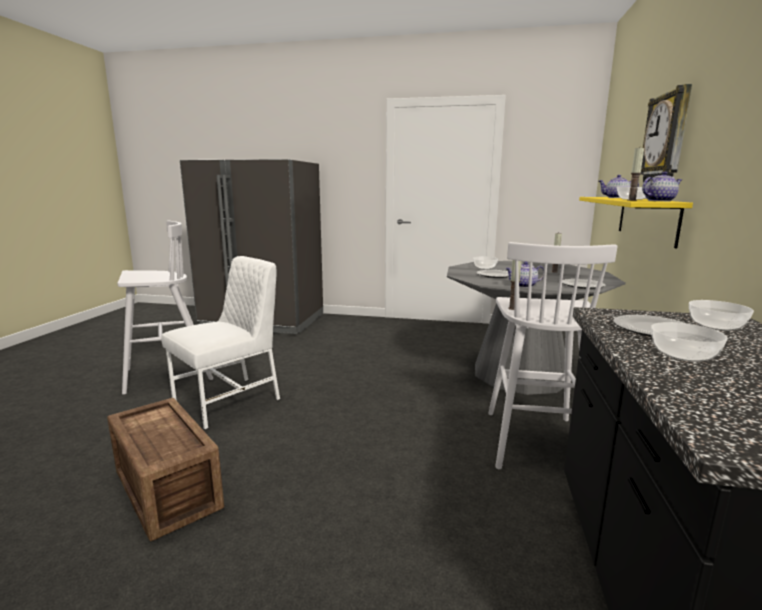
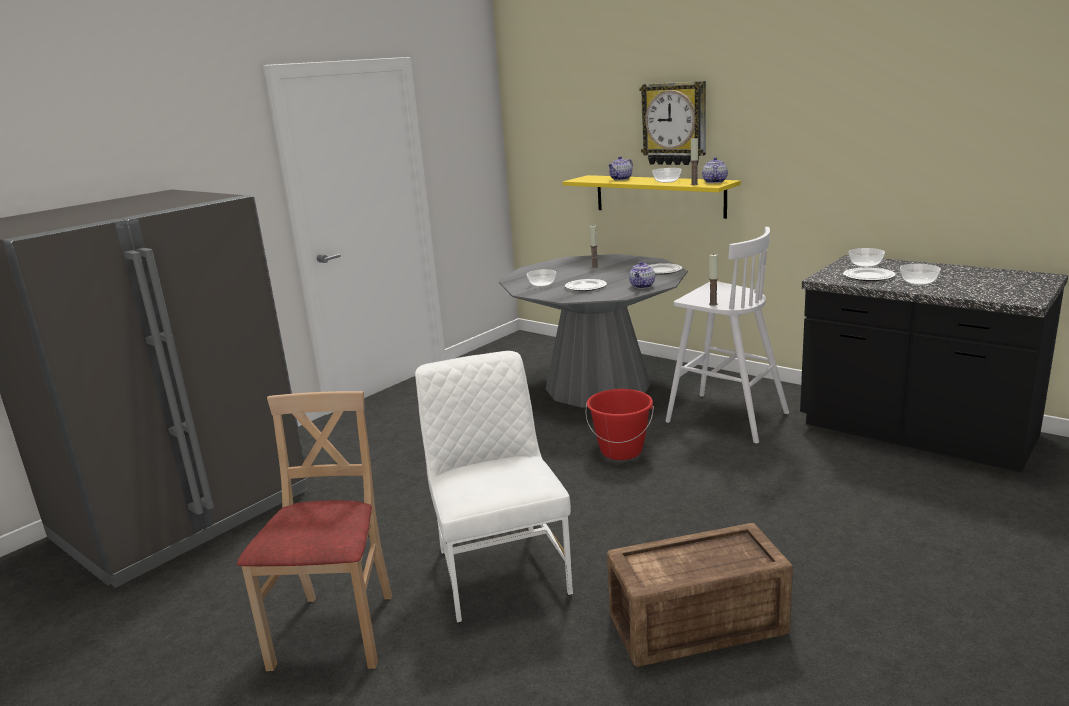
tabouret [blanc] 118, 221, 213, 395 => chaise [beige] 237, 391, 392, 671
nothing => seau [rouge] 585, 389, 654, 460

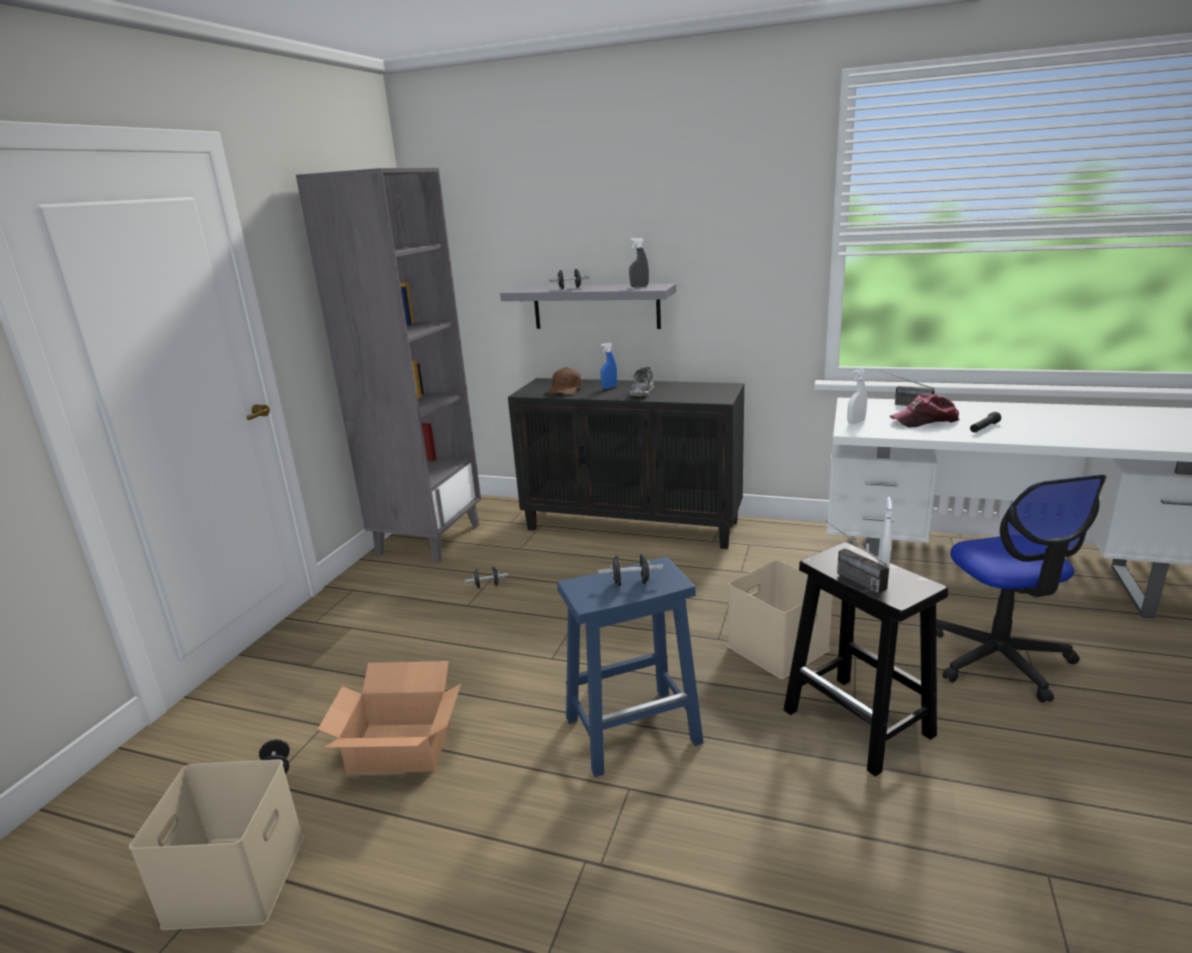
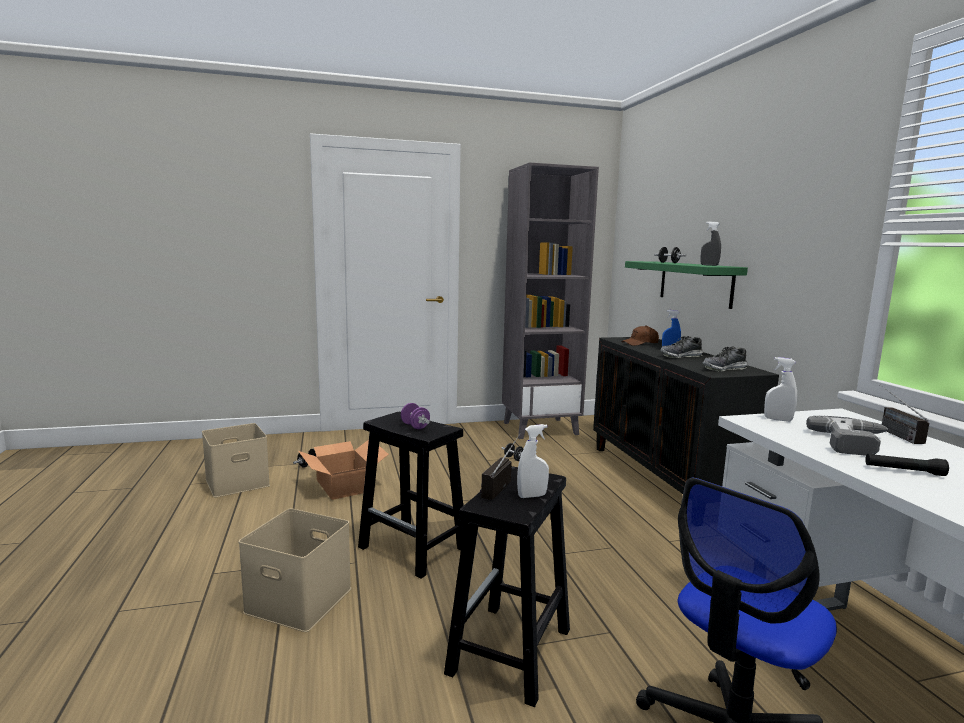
boîte de rangement [beige] 727, 560, 833, 679 => boîte de rangement [beige] 238, 508, 351, 632, shifted
tabouret [bleu] 557, 557, 703, 777 => tabouret [noir] 358, 412, 465, 579
haltère [noir] 598, 554, 663, 586 => haltère [violet] 401, 403, 430, 429
étagère [gris] 500, 283, 676, 329 => étagère [vert] 625, 261, 748, 309
nothing => chaussure 703, 346, 748, 371
casquette 890, 394, 960, 427 => perceuse 806, 416, 888, 456

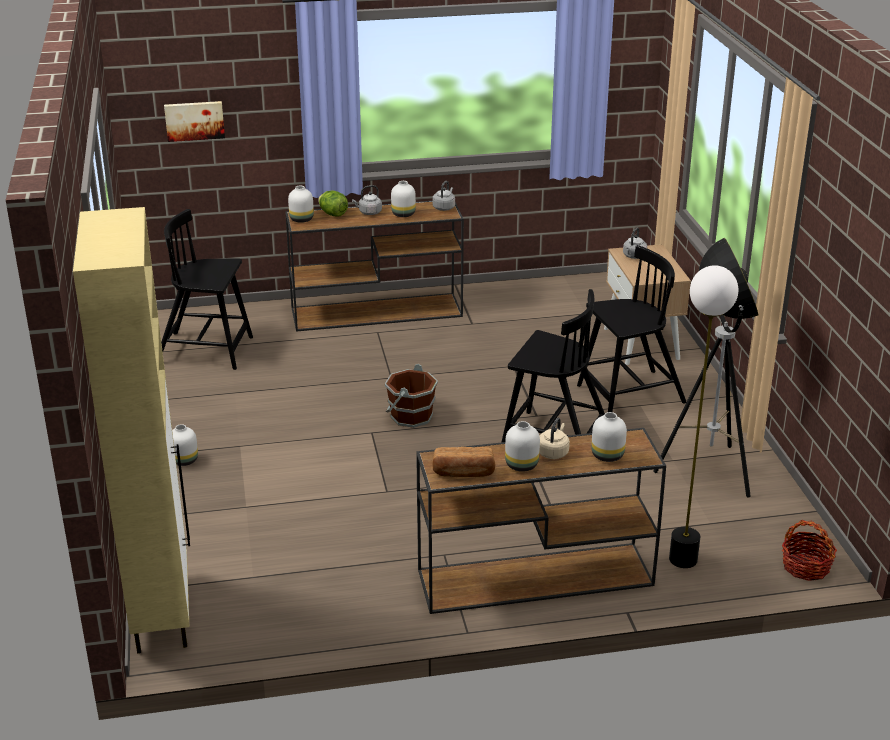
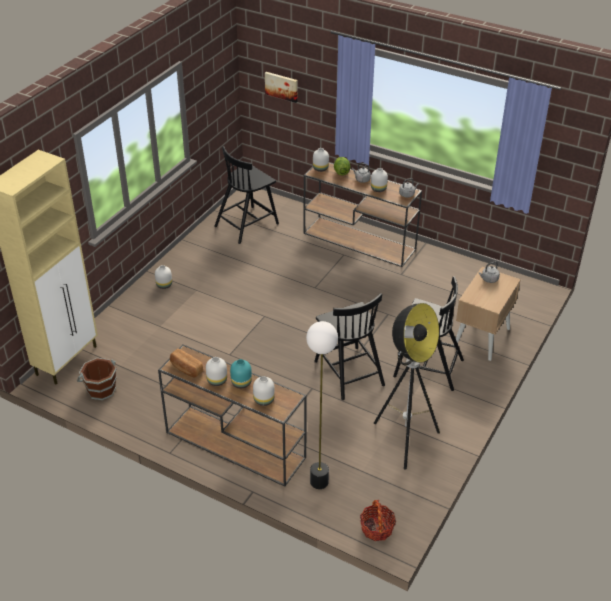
seau [marron] 385, 364, 438, 428 => seau [marron] 77, 358, 117, 400, shifted
chaise [noir] 161, 209, 253, 370 => chaise [noir] 214, 146, 279, 244, 90 degrees counterclockwise
bouilloire [beige] 539, 418, 570, 459 => vase [turquoise] 230, 359, 252, 388

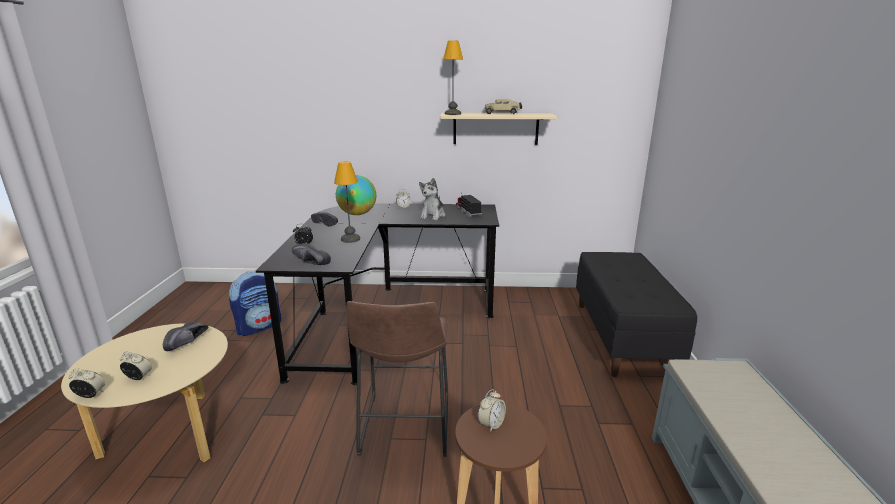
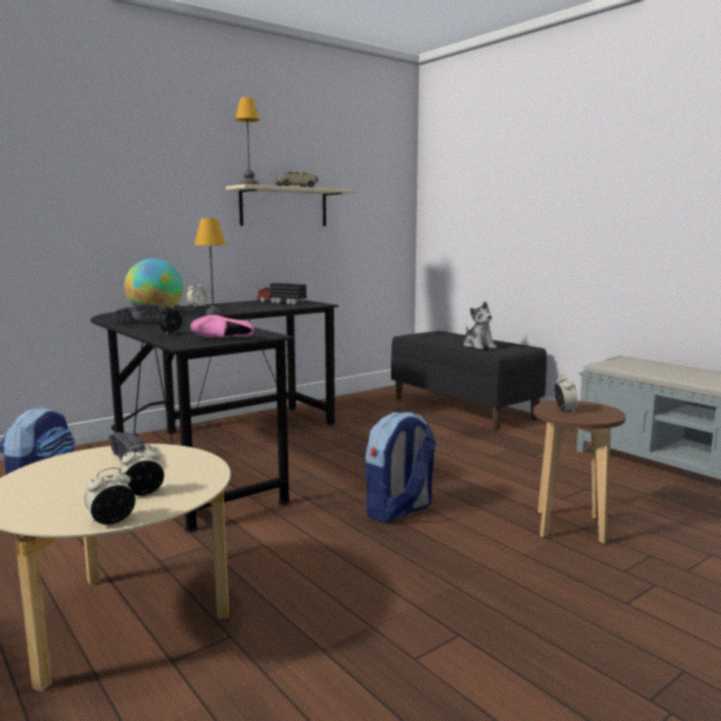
chaussure [noir] 292, 243, 331, 265 => chaussure [rose] 190, 315, 254, 337
tabouret [marron] 346, 301, 448, 457 => sac à dos 365, 412, 436, 522
peluche 419, 178, 446, 220 => peluche 464, 301, 496, 350, shifted

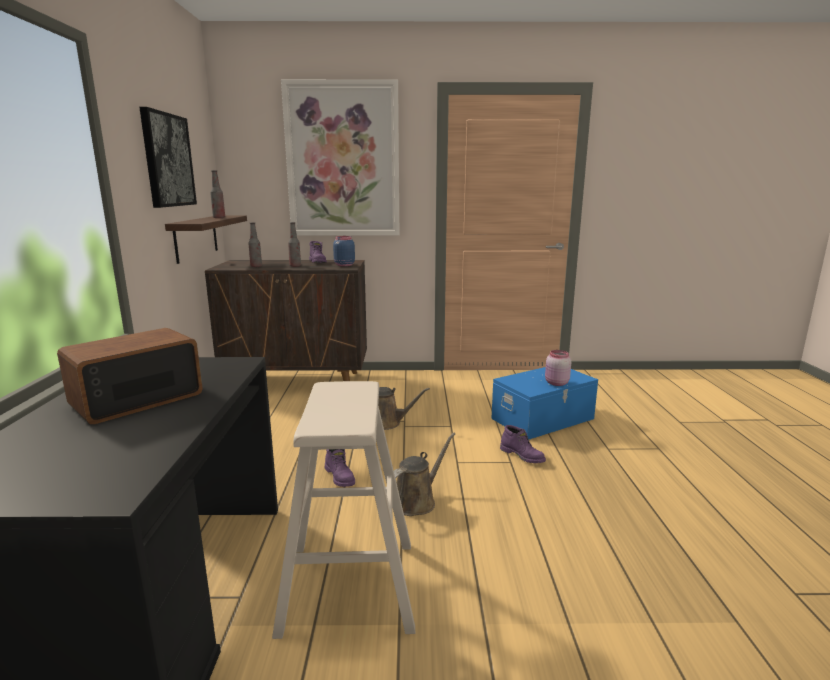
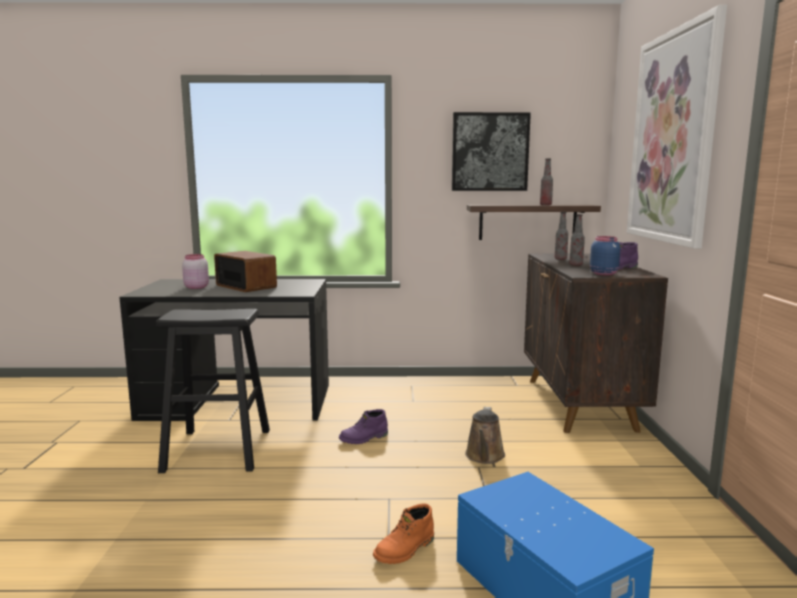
tabouret [beige] 272, 381, 416, 639 => tabouret [noir] 156, 309, 270, 473
bocal [rose] 545, 350, 571, 386 => bocal [rose] 182, 254, 209, 289, shifted
botte [violet] 500, 425, 546, 463 => botte [orange] 373, 504, 434, 564
arrosoir [marron] 394, 433, 455, 516 => nothing

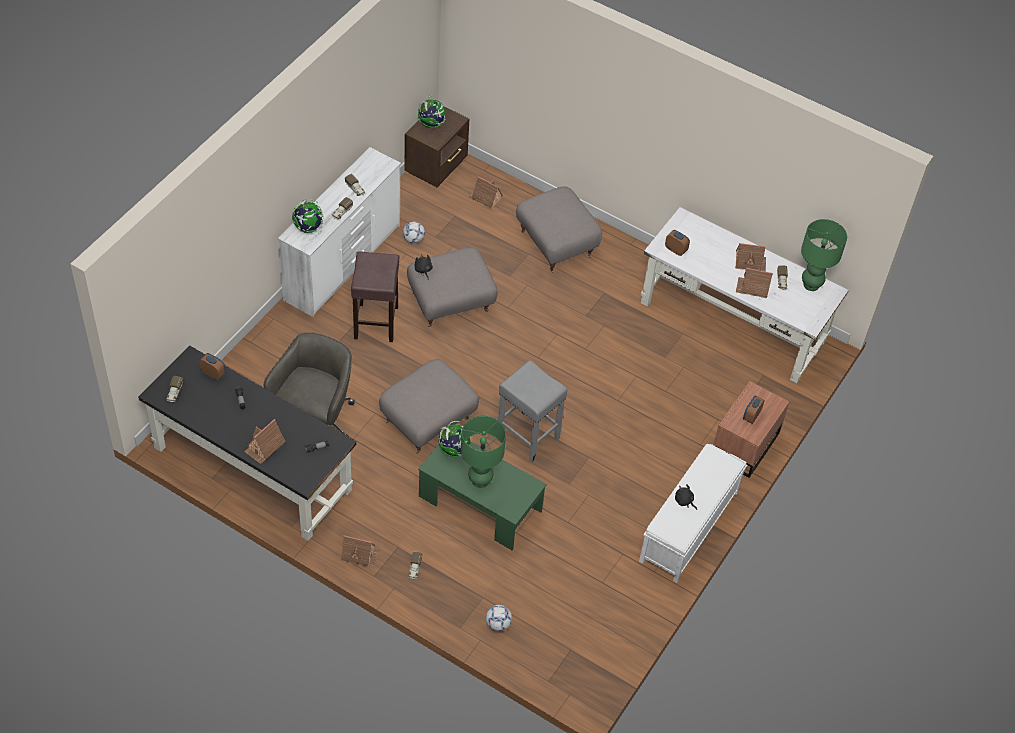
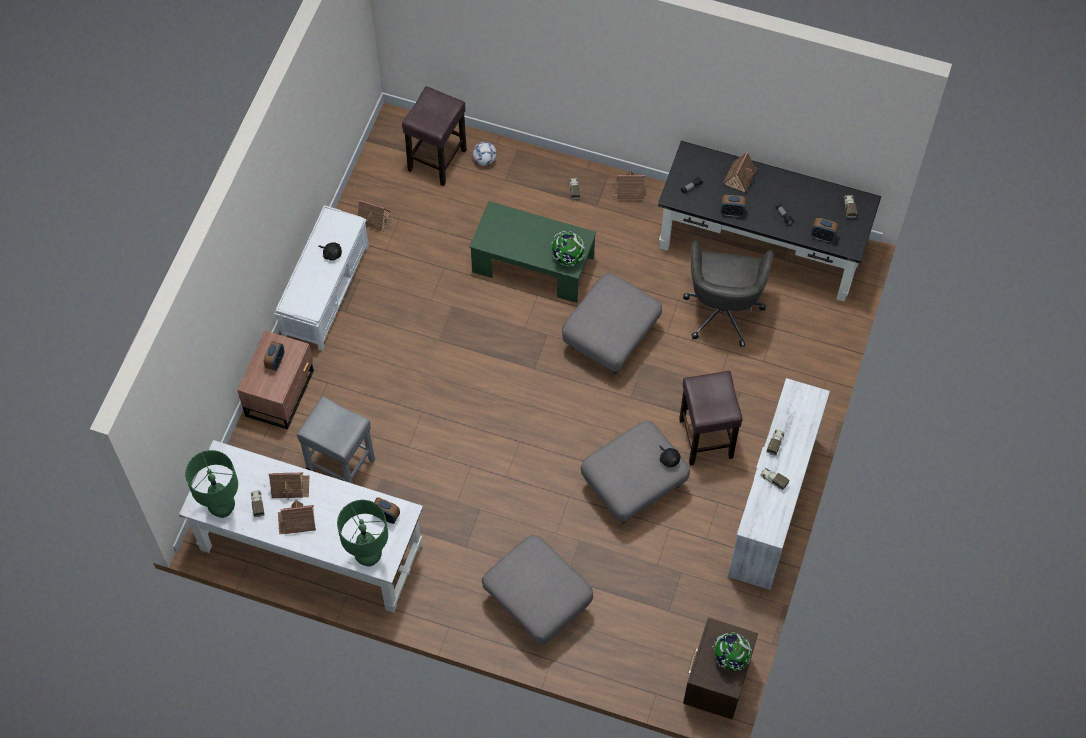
tabouret [gris] 498, 360, 567, 463 => tabouret [gris] 297, 397, 375, 484, shifted
lampe de table [vert] 461, 416, 506, 488 => lampe de table [vert] 337, 500, 388, 567, shifted
maison miniature 469, 176, 503, 209 => maison miniature 358, 200, 395, 233, shifted
nothing => tabouret [marron] 402, 86, 467, 186
nothing => réveil 721, 195, 746, 217
globe 292, 199, 324, 233 => nothing
ballon de foot 403, 221, 425, 244 => nothing

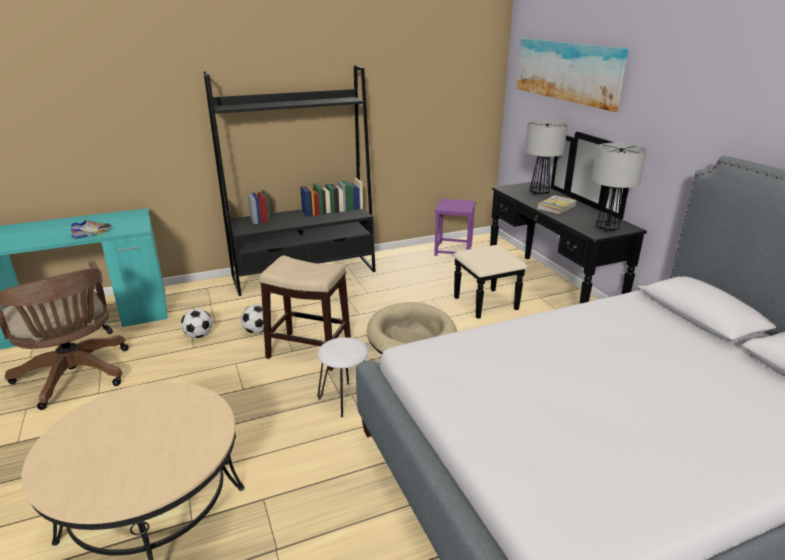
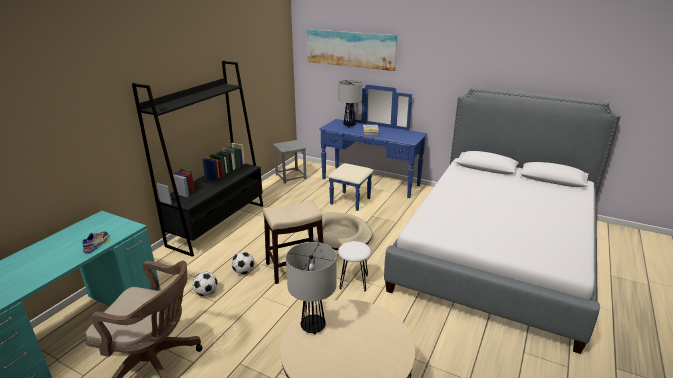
tabouret [violet] 434, 198, 476, 256 => tabouret [gris] 273, 140, 306, 184
lampe de table 592, 143, 647, 232 => lampe de table 286, 242, 336, 335, shifted
commode [noir] 453, 132, 647, 319 => commode [bleu] 319, 85, 427, 211

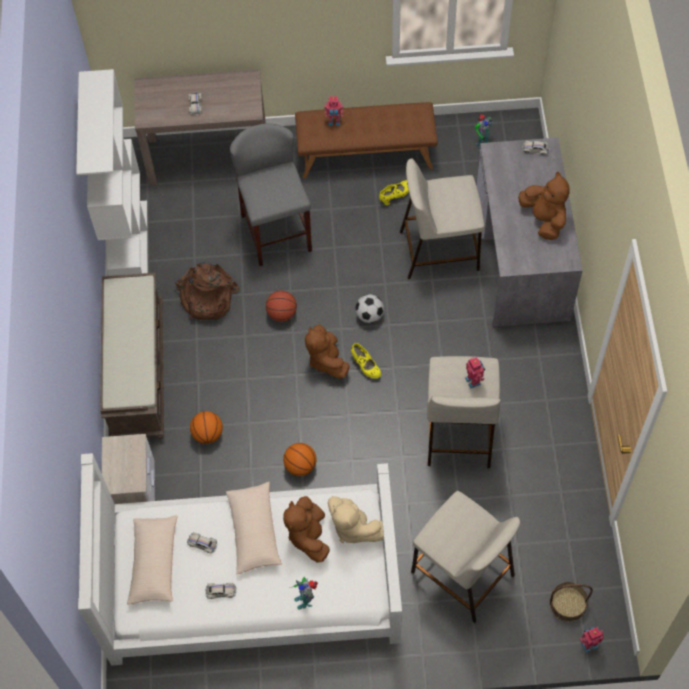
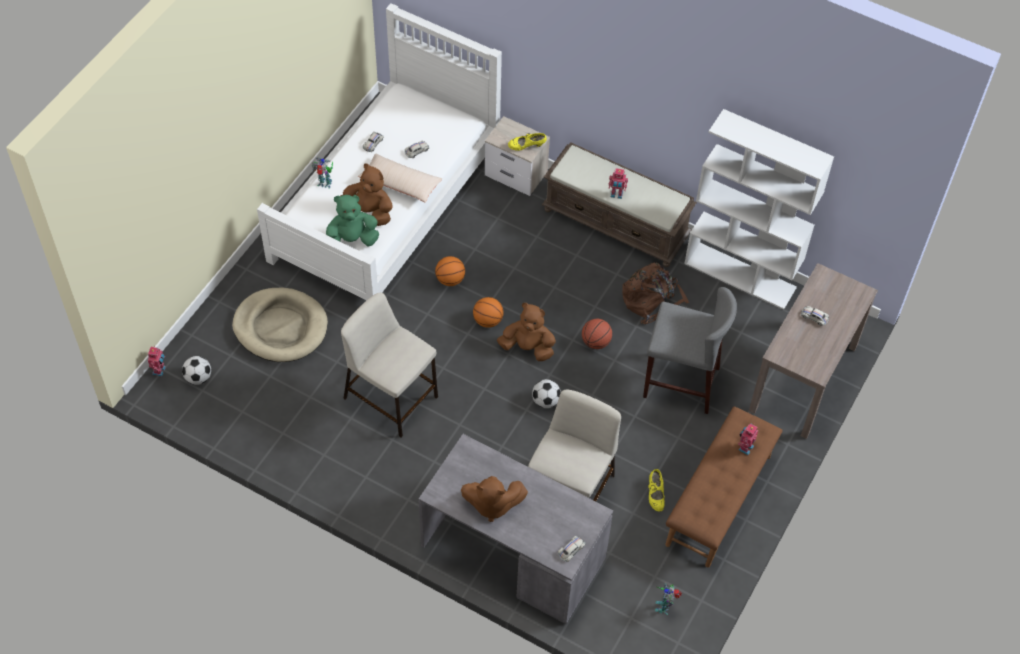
panier 549, 582, 593, 622 => ballon de foot 182, 356, 211, 385
tabouret [beige] 411, 491, 520, 623 => panier pour chien [beige] 232, 287, 328, 362
peluche [beige] 328, 496, 384, 543 => peluche [vert] 326, 195, 379, 247
ballon de basket 190, 411, 223, 444 => ballon de basket 473, 297, 504, 328, shifted
chaussure [jaune] 351, 343, 381, 379 => chaussure [jaune] 508, 133, 547, 151, shifted
robot jouet 465, 357, 485, 388 => robot jouet 609, 168, 628, 199, shifted
coussin [beige] 127, 515, 178, 605 => nothing

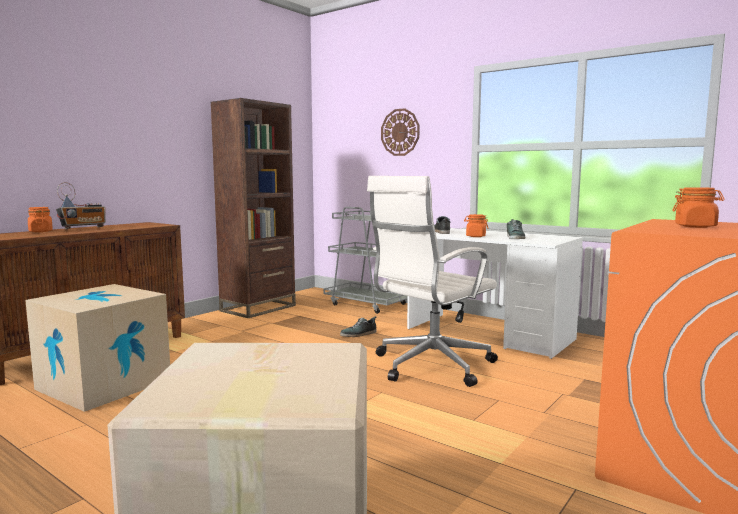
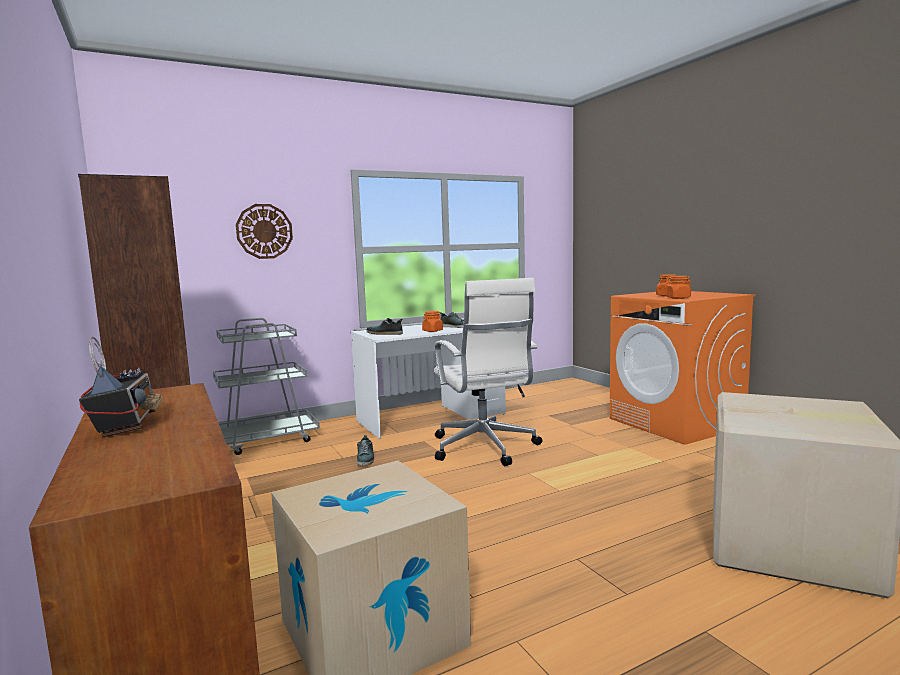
bocal [orange] 28, 207, 53, 232 => bocal [orange] 666, 276, 691, 299, shifted

